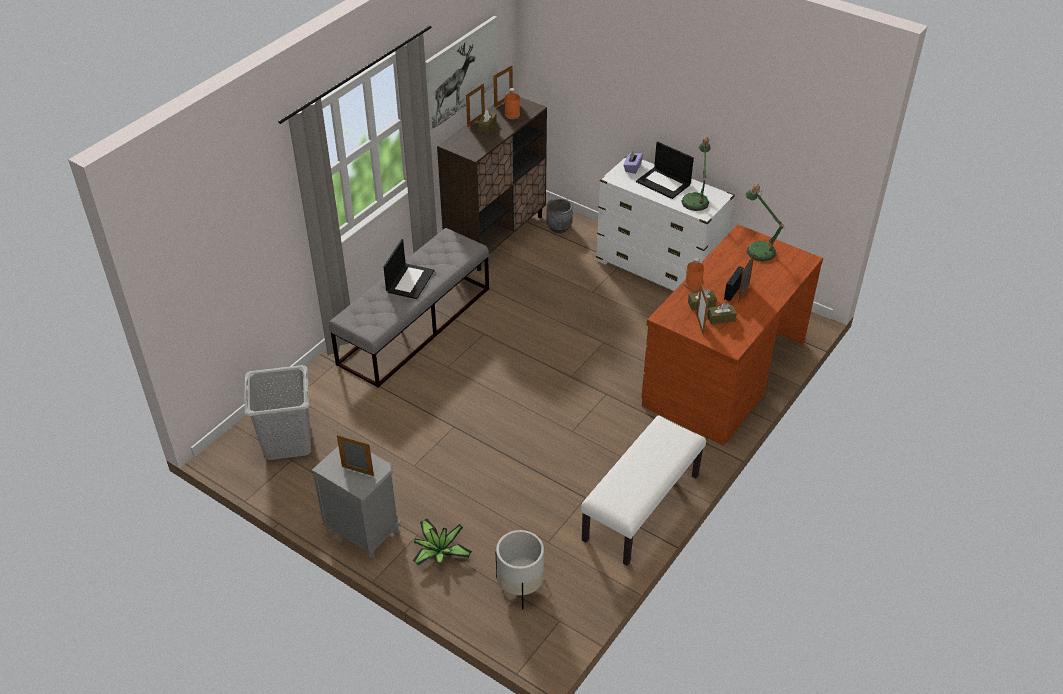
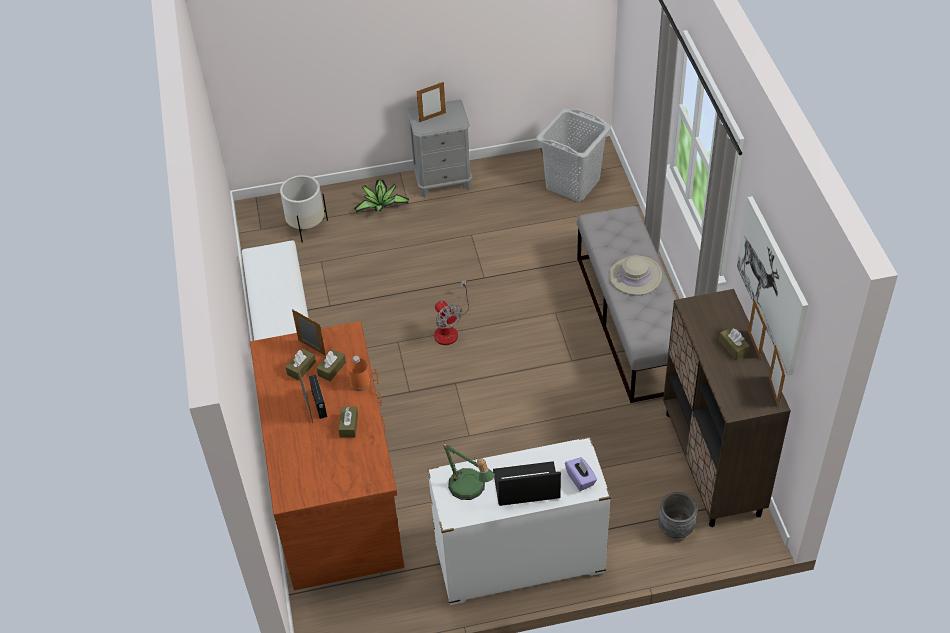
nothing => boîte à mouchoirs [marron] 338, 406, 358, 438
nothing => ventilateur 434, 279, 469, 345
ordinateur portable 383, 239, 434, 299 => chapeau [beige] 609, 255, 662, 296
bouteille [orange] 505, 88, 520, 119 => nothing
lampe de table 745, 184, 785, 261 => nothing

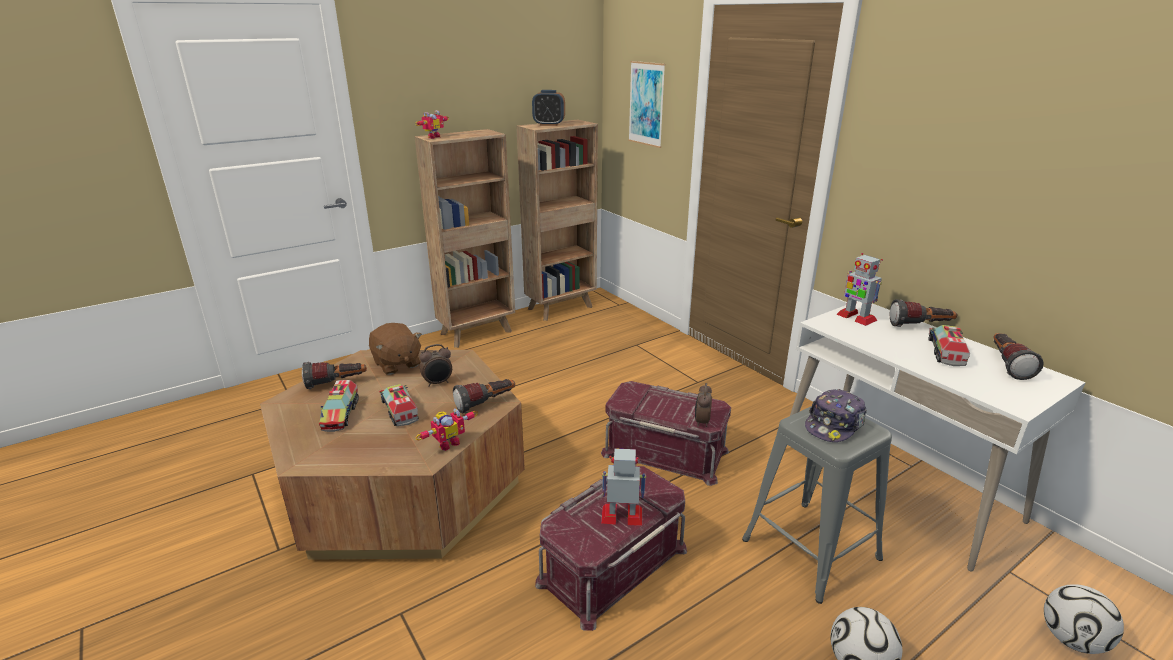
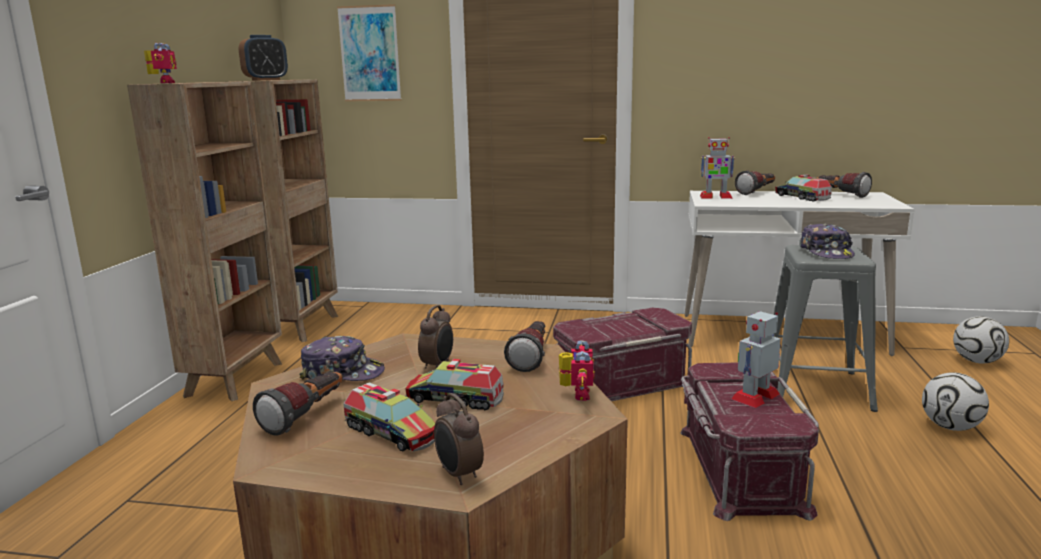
peluche [marron] 369, 323, 422, 375 => casquette 299, 336, 385, 381
réveil 695, 383, 712, 427 => réveil 434, 393, 484, 485, shifted

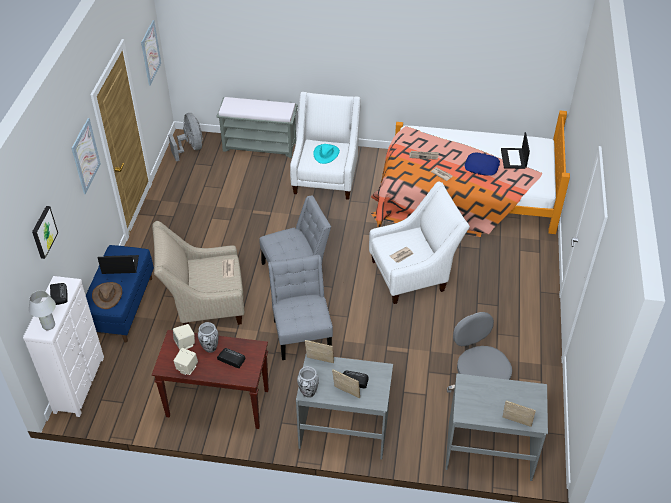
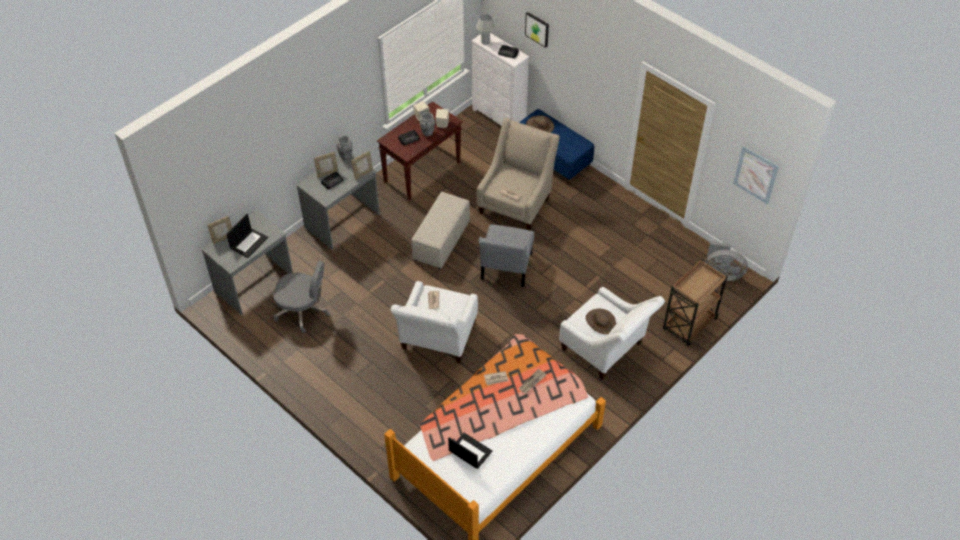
ordinateur portable 98, 255, 139, 274 => ordinateur portable 226, 214, 268, 258, shifted
chaise [gris] 268, 255, 333, 360 => pouf [beige] 411, 192, 470, 269
chapeau [turquoise] 313, 144, 340, 164 => chapeau [marron] 586, 309, 616, 334
banc [gris] 216, 97, 298, 158 => chariot [marron] 663, 259, 728, 346
tableau 71, 118, 101, 194 => nothing
coussin [bleu] 465, 153, 500, 176 => nothing

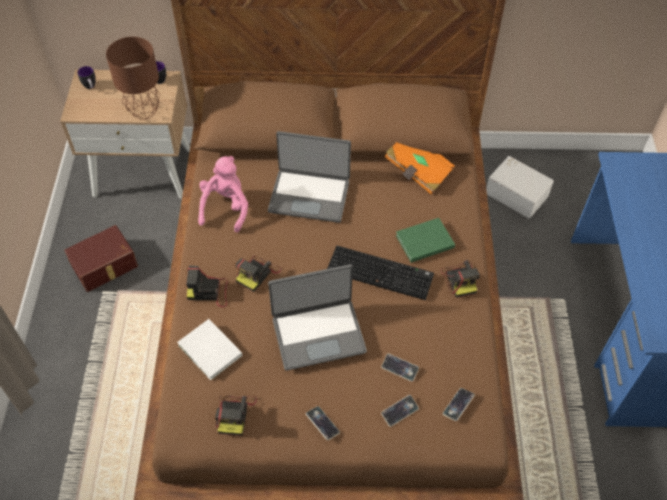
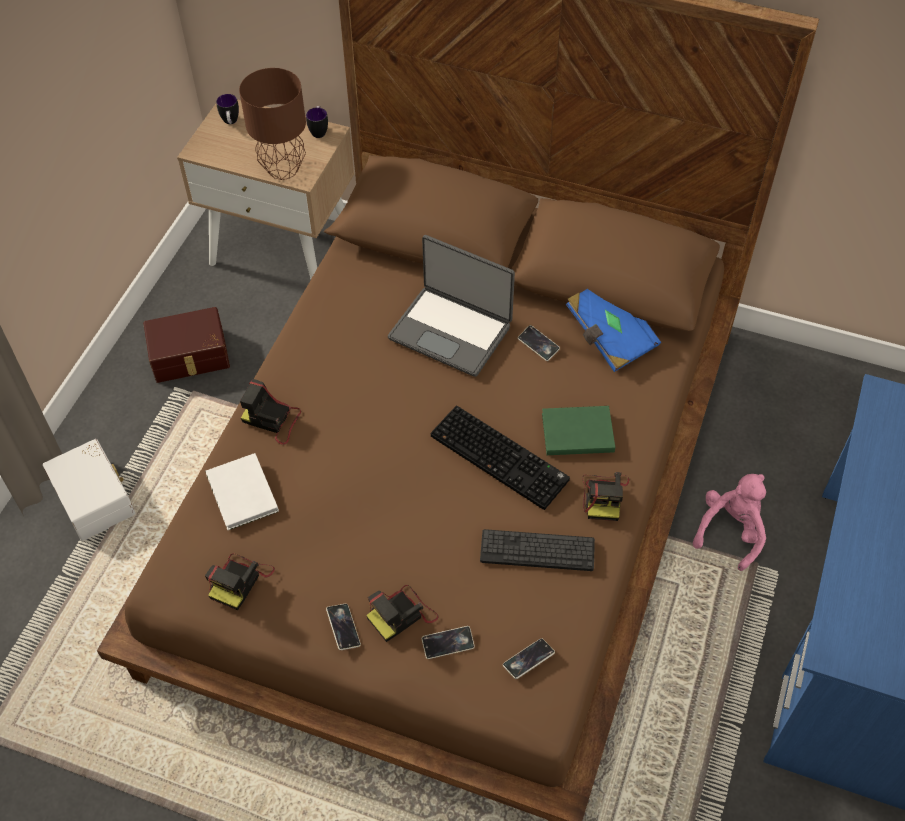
boîte de rangement [blanc] 486, 156, 554, 218 => boîte de rangement [blanc] 43, 439, 135, 541, shifted
appareil photo 235, 256, 281, 292 => appareil photo 366, 585, 438, 642, shifted
nothing => clavier 480, 529, 595, 571
téléphone 381, 353, 419, 382 => téléphone 518, 325, 560, 361, shifted
livre [orange] 384, 142, 455, 194 => livre [bleu] 566, 289, 661, 372
peluche [rose] 198, 156, 248, 232 => peluche [rose] 693, 474, 766, 571, shifted
ordinateur portable 268, 264, 367, 371 => nothing

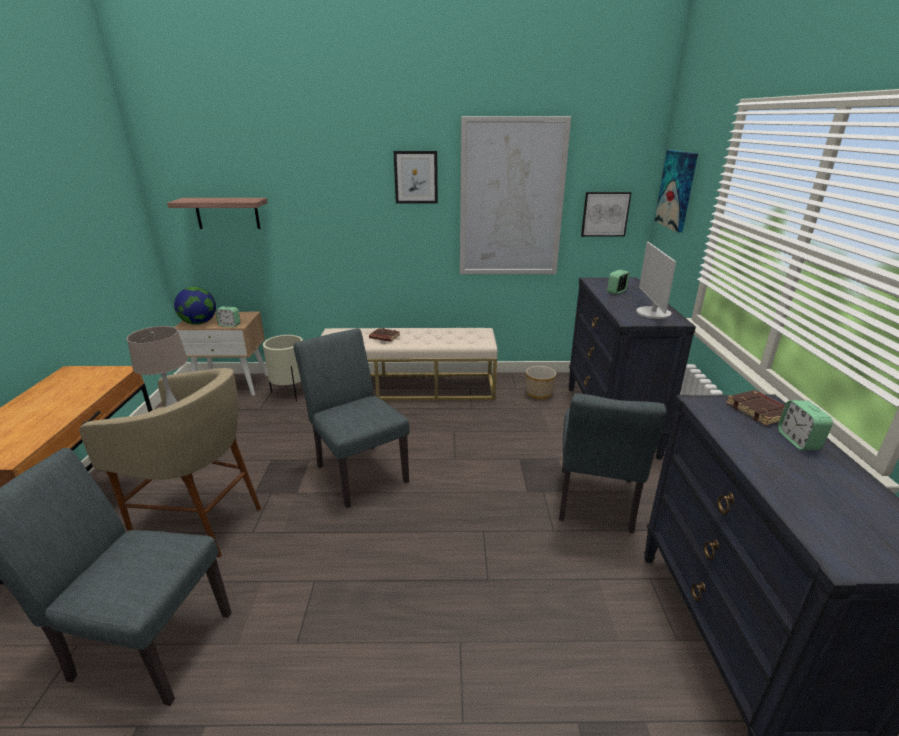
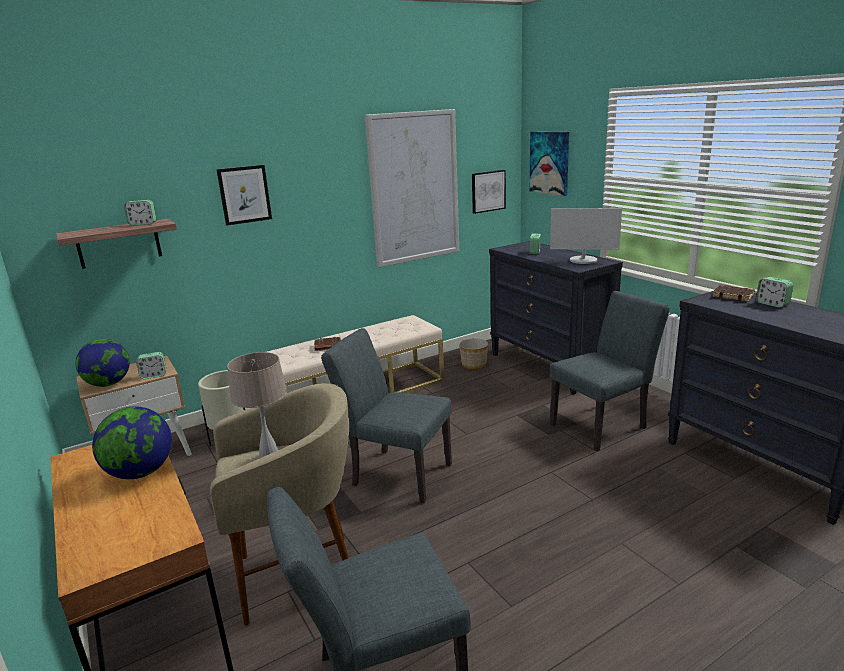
nothing => globe 92, 407, 172, 479
nothing => réveil 124, 200, 156, 226
tableau 393, 151, 438, 204 => tableau 216, 165, 272, 225, shifted
écran d'ordinateur 636, 242, 676, 319 => écran d'ordinateur 550, 208, 622, 264, 45 degrees counterclockwise
chaise [gris] 559, 393, 667, 533 => chaise [gris] 550, 291, 670, 451, 105 degrees counterclockwise

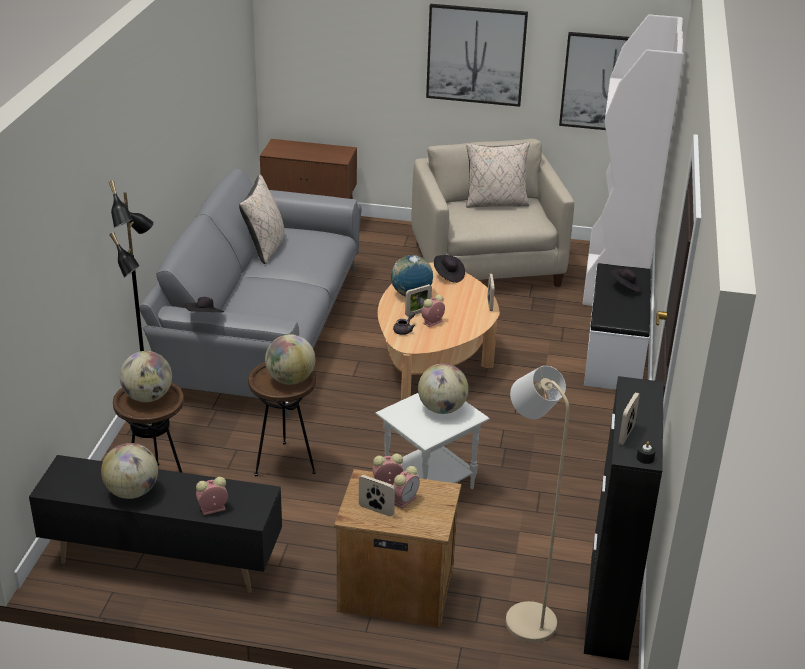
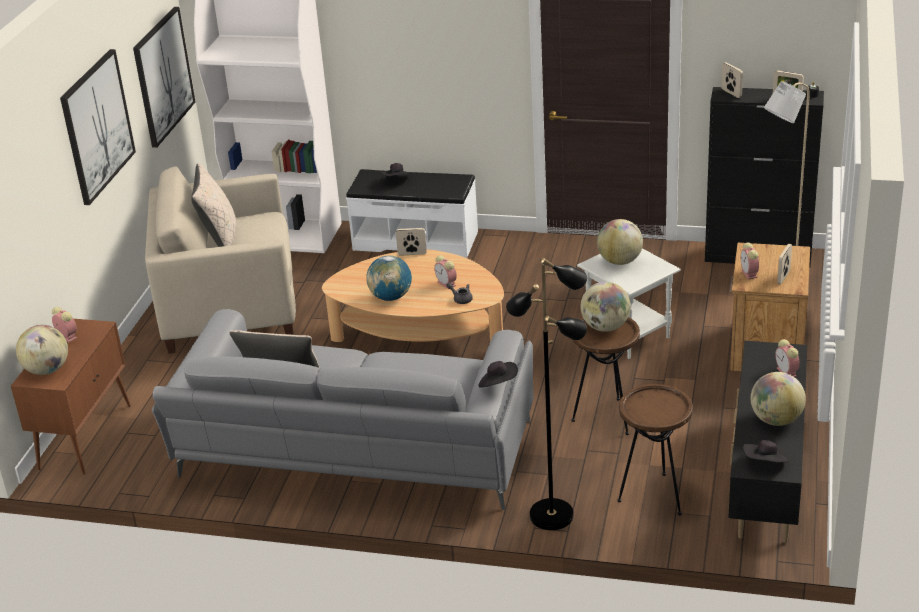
globe 120, 351, 172, 402 => globe 16, 325, 68, 375, shifted
réveil 393, 466, 420, 509 => réveil 52, 307, 77, 342, shifted
cadre photo 405, 284, 432, 317 => cadre photo 721, 62, 743, 98, shifted
chapeau [noir] 434, 255, 465, 283 => chapeau [noir] 743, 440, 789, 462, shifted

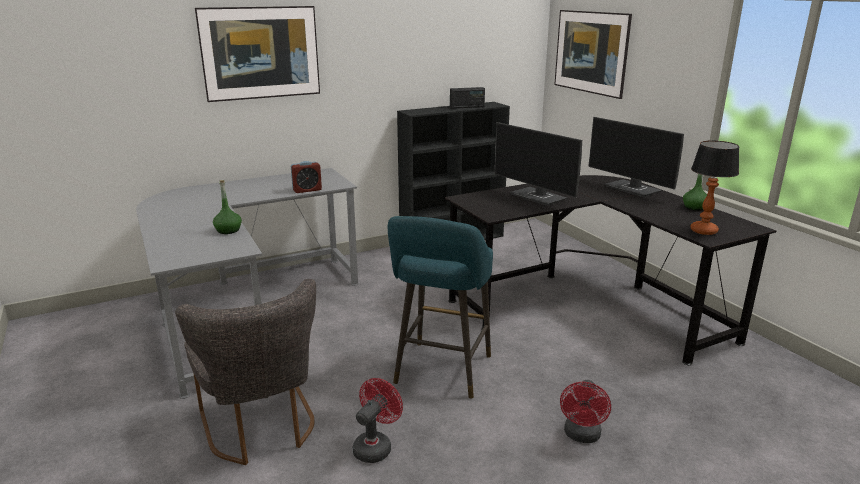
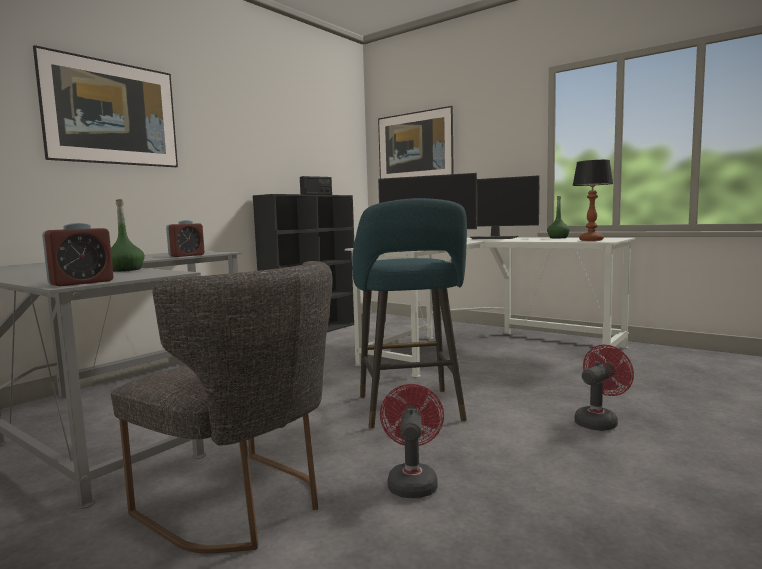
nothing => réveil 42, 223, 114, 287
bureau [noir] 445, 175, 776, 365 => bureau [blanc] 345, 238, 635, 377
ventilateur [rouge] 560, 380, 611, 443 => ventilateur [rouge] 574, 345, 634, 431, 120 degrees counterclockwise

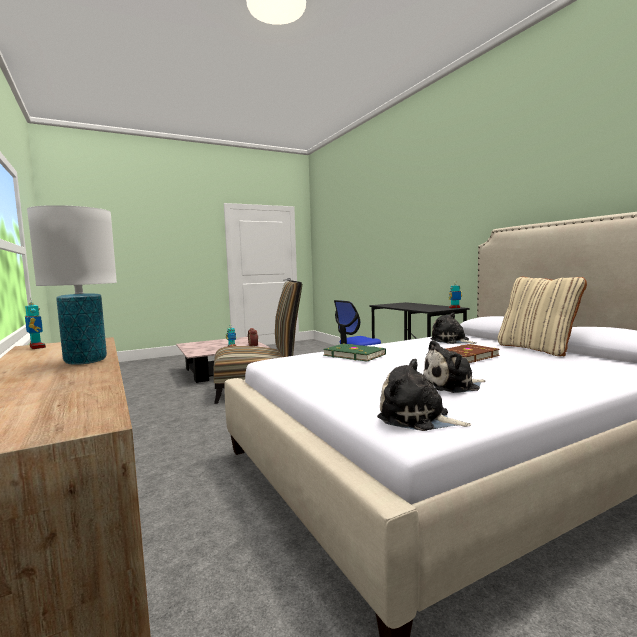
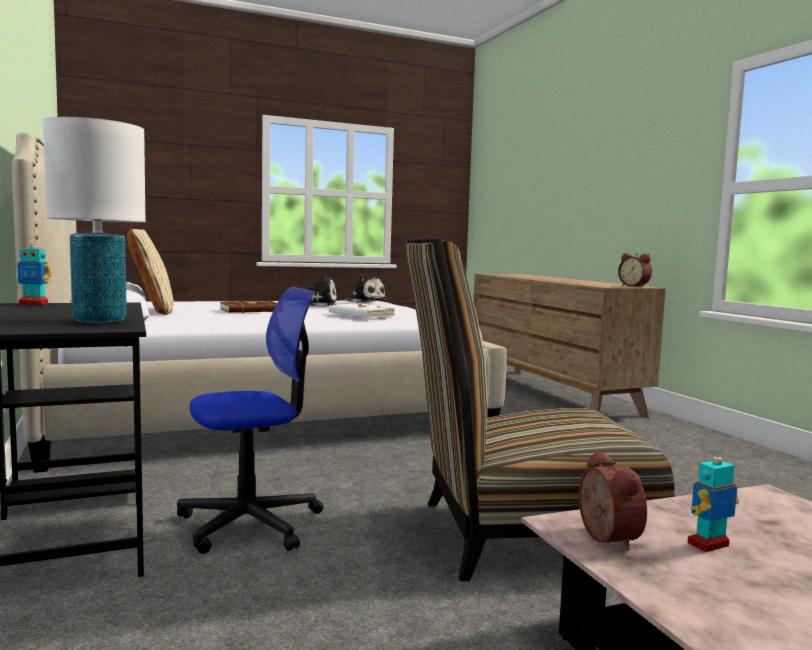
lampe de table [blanc] 27, 205, 117, 365 => lampe de table [blanc] 43, 117, 145, 323, shifted
livre [vert] 323, 343, 386, 362 => livre [blanc] 329, 303, 396, 318
robot jouet 25, 297, 46, 349 => réveil 618, 253, 652, 287
peluche 430, 312, 477, 344 => nothing

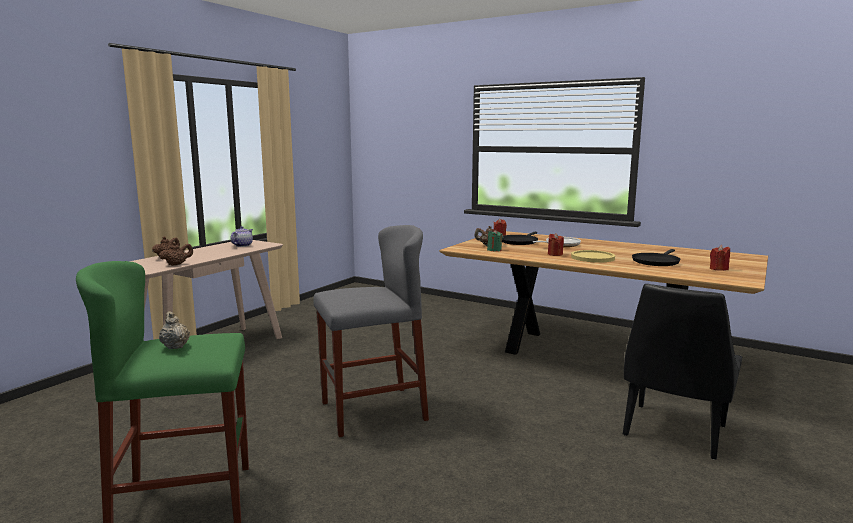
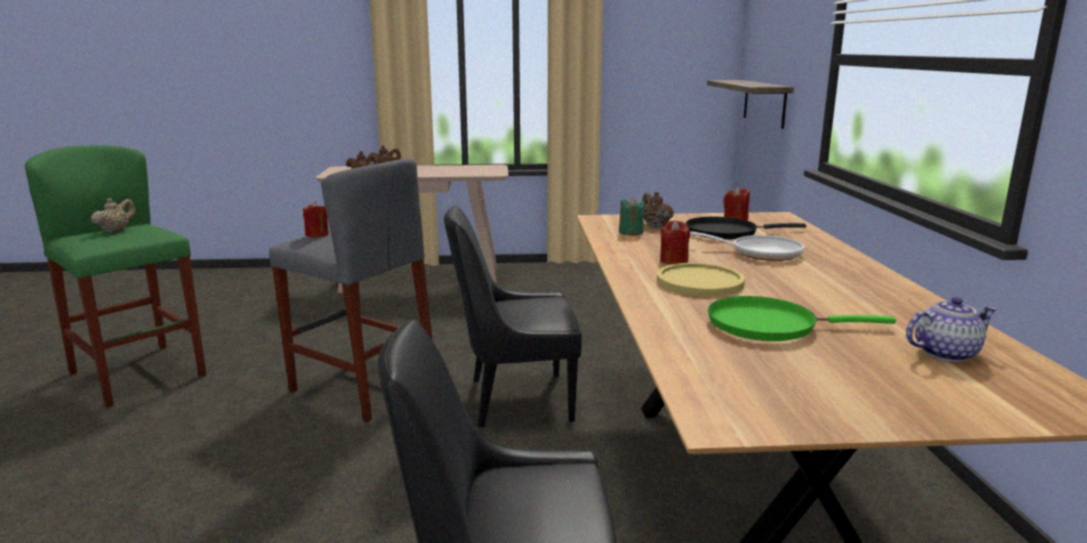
bougie [rouge] 710, 245, 730, 271 => bougie [rouge] 303, 202, 329, 238, shifted
nothing => chaise [noir] 444, 205, 582, 428
nothing => étagère 707, 80, 794, 129
poêle [noir] 632, 249, 680, 266 => poêle [vert] 708, 296, 896, 341
théière 231, 226, 253, 247 => théière 906, 297, 998, 362, shifted

